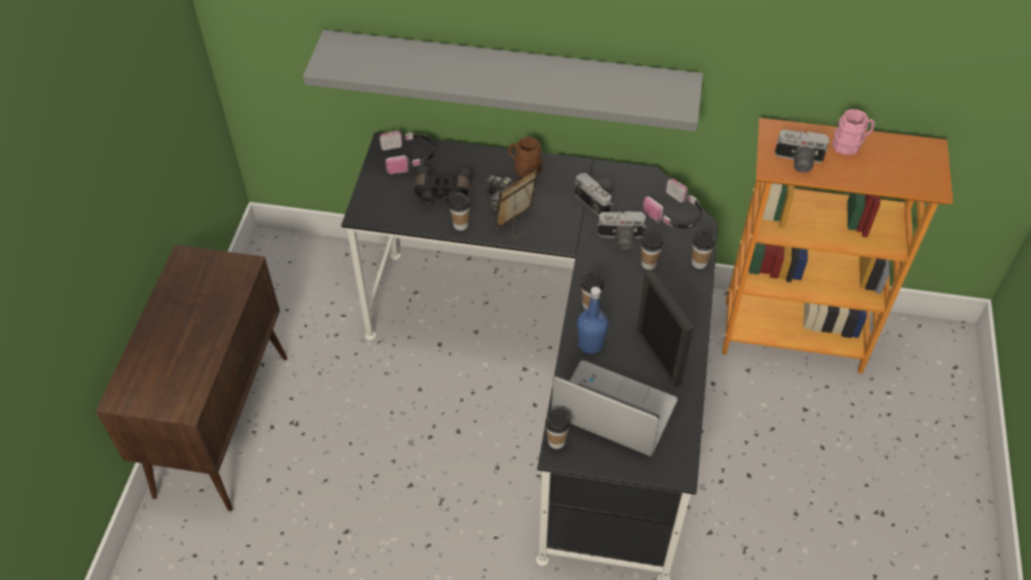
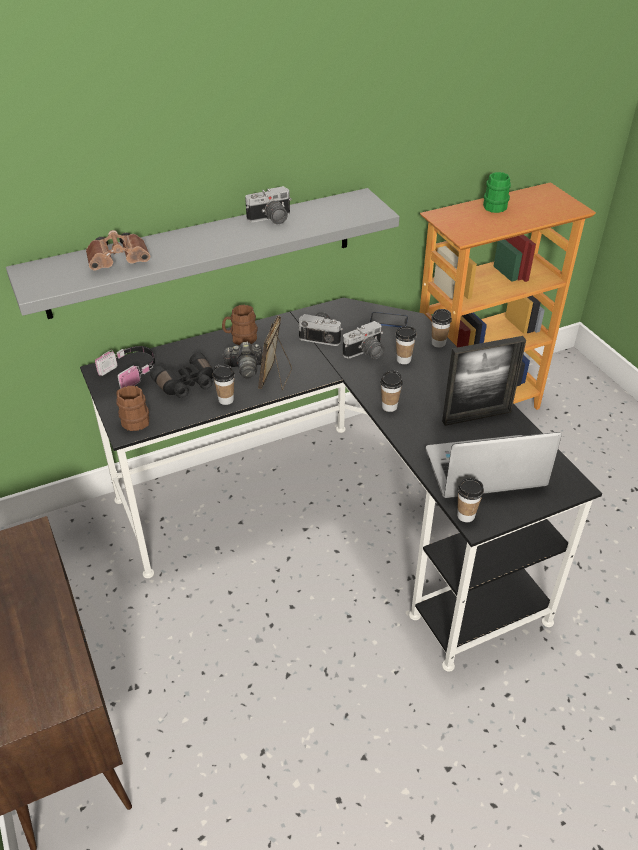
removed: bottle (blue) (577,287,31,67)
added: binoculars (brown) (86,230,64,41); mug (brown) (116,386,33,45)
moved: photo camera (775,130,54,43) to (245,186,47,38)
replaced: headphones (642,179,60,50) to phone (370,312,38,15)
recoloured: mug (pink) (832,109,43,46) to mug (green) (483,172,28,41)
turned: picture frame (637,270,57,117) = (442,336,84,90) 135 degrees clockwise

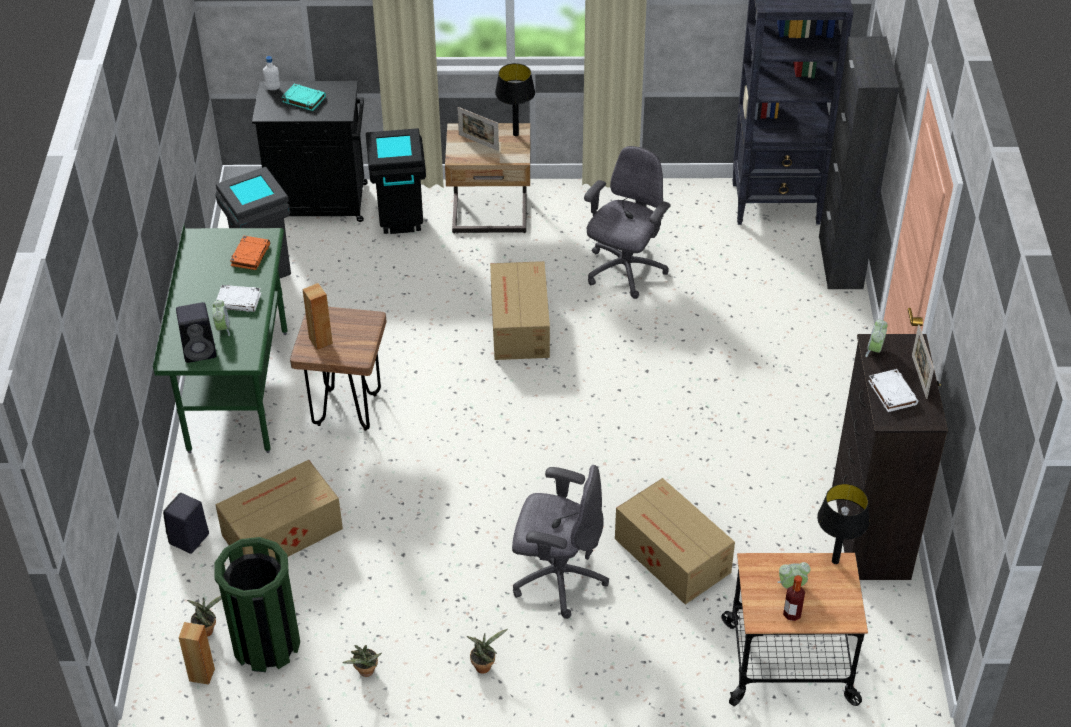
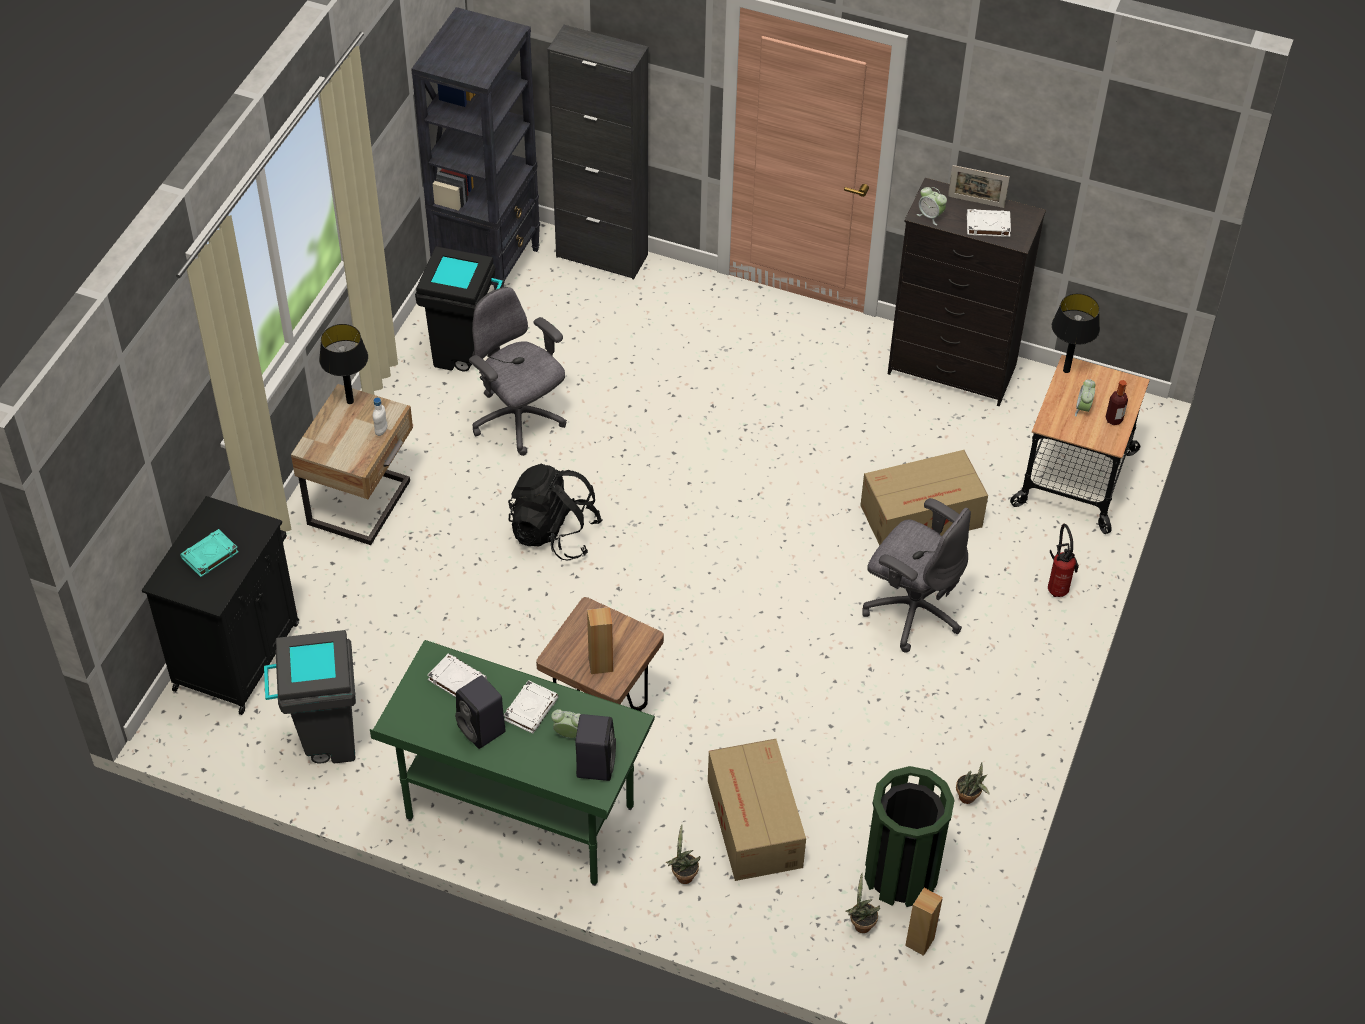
removed: picture frame (458,107,41,44)
added: fire extinguisher (1048,524,31,73)
moved: bottle (white) (263,56,18,34) to (373,398,14,38); trash can (black) (366,128,60,106) to (415,246,88,125); speaker (black) (163,493,46,61) to (455,675,51,74); potted plant (466,629,42,45) to (665,824,35,60)
replaced: cardboard box (490,261,60,99) to backpack (black) (508,464,95,96)
recoloured: book (orange) (230,236,40,34) to book (white) (427,653,60,44)
turned: office chair (grey) (512,465,97,154) = (862,498,109,155) 90 degrees clockwise

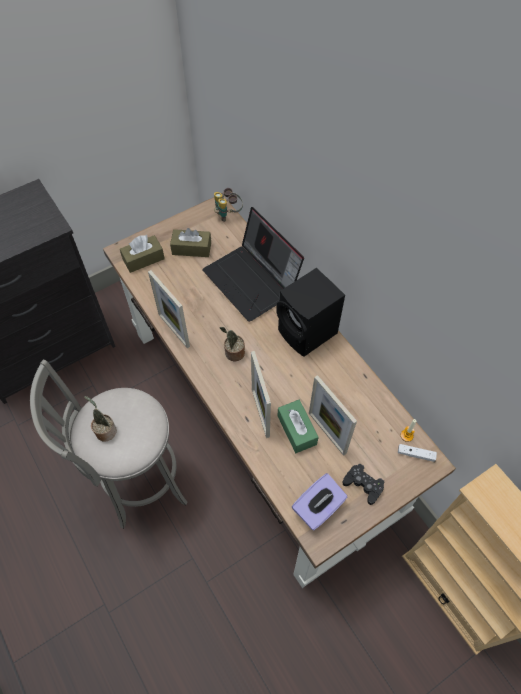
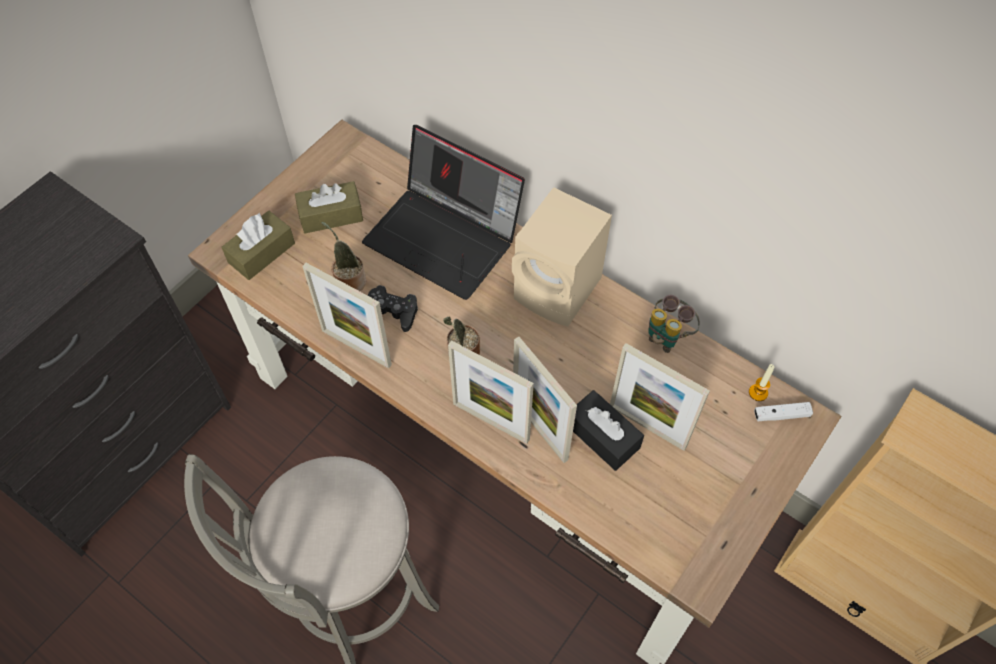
removed: tissue box (purple) (292,473,55,57)
added: picture frame (448,340,86,104)
moved: potted plant (84,396,33,46) to (321,222,45,69); game controller (black) (342,464,43,41) to (368,285,50,47); binoculars (214,188,29,34) to (648,295,52,58)
recoloured: speaker (black) (276,268,69,89) to speaker (beige) (512,187,100,139); tissue box (green) (277,400,42,53) to tissue box (black) (573,390,71,81)

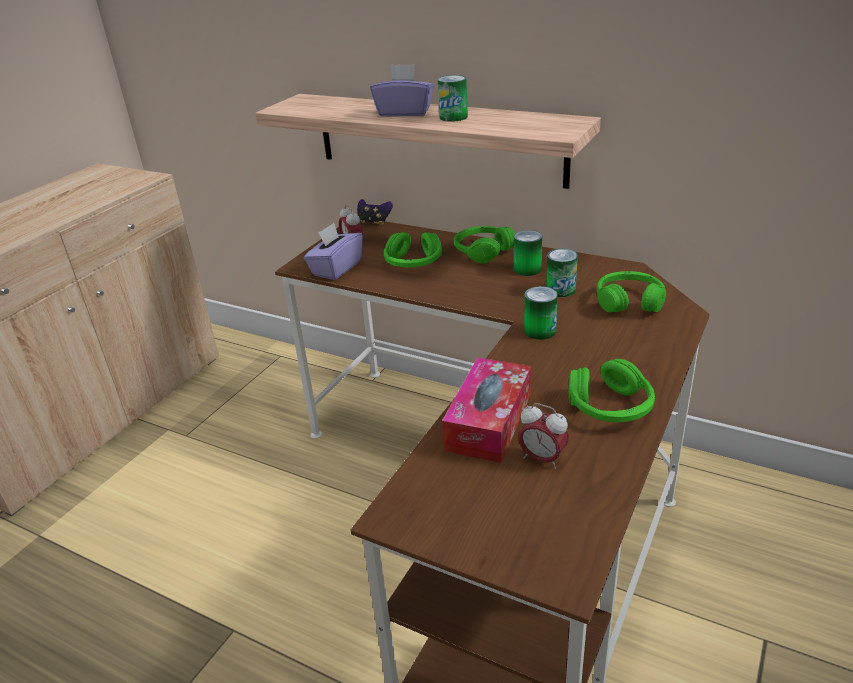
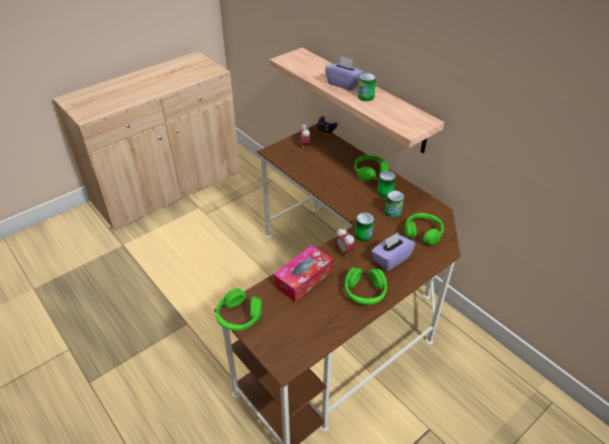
moved: headphones (green) (384,233,58,34) to (216,288,46,43); alarm clock (518,403,51,66) to (335,228,20,30); tissue box (purple) (304,223,59,57) to (371,233,44,38)

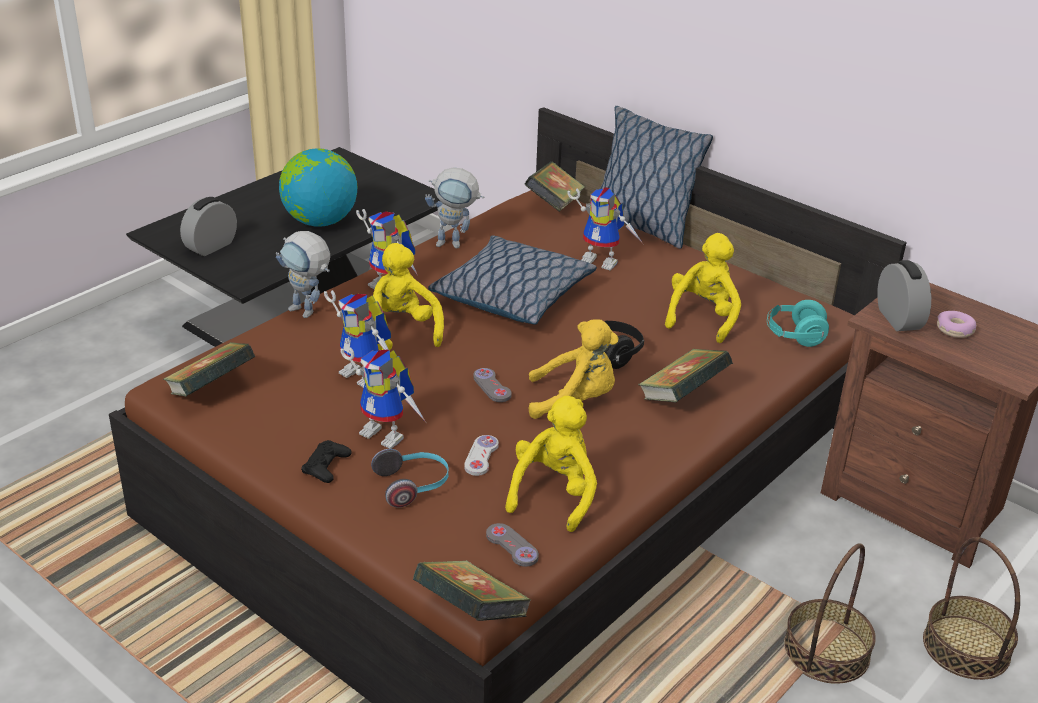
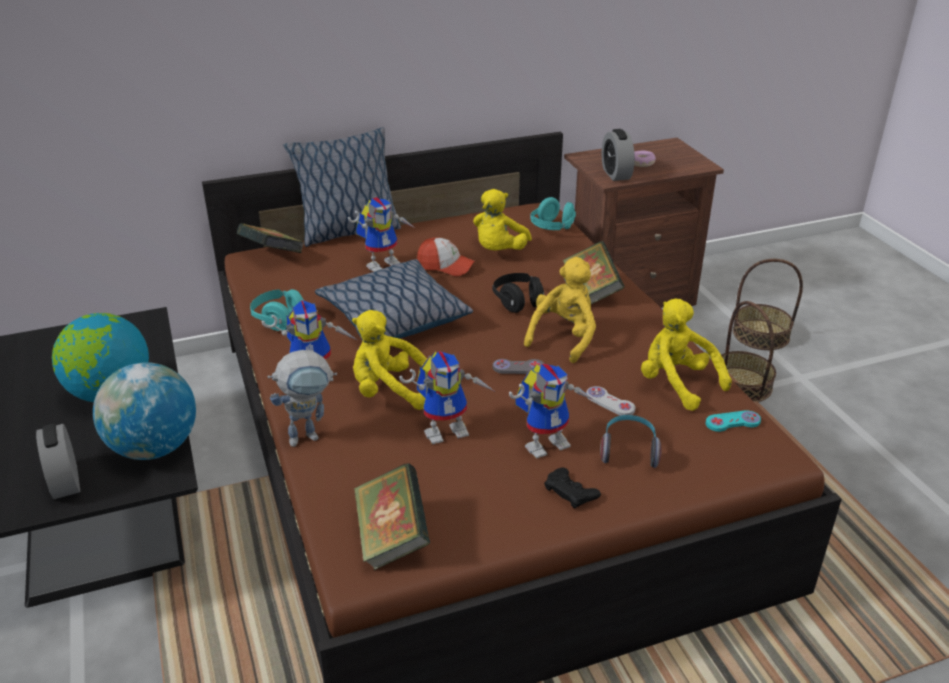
removed: book (413,560,118,61)
added: globe (93,362,103,98); cap (417,237,58,39)
replaced: toy robot (425,167,59,81) to headphones (turquoise) (250,289,54,42)
recoloured: game controller (grey) (486,523,53,44) to game controller (turquoise) (706,410,55,22)
turned: plush toy (yellow) (665,233,76,110) = (473,189,59,62) 120 degrees counterclockwise; alarm clock (877,260,54,71) = (602,129,33,52) 120 degrees counterclockwise

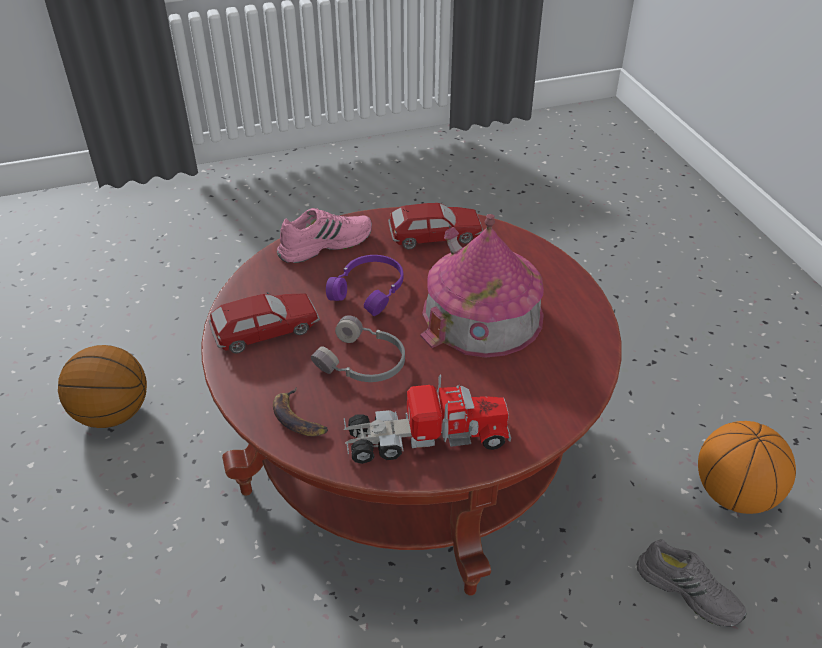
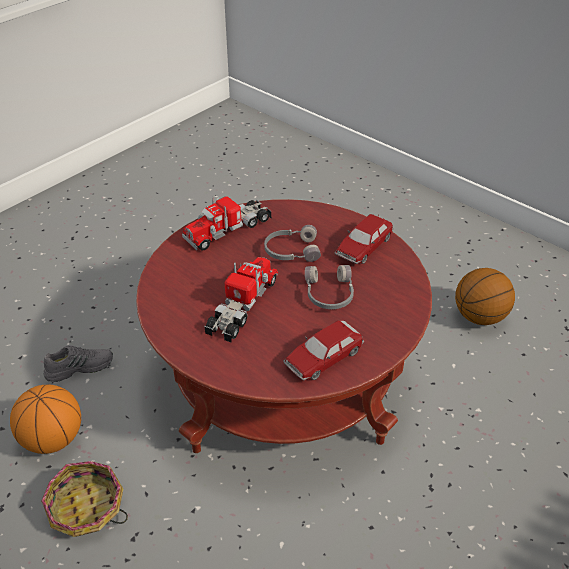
removed: banana (273,388,55,48); shoe (pink) (277,208,95,55)
added: basket (41,461,87,76)
replaced: toy house (420,214,124,144) to toy truck (204,257,74,86)
recoloured: headphones (purple) (326,255,77,61) to headphones (grey) (305,265,49,44)
turned: shoe (grey) (637,540,110,87) = (43,345,70,37) 150 degrees clockwise

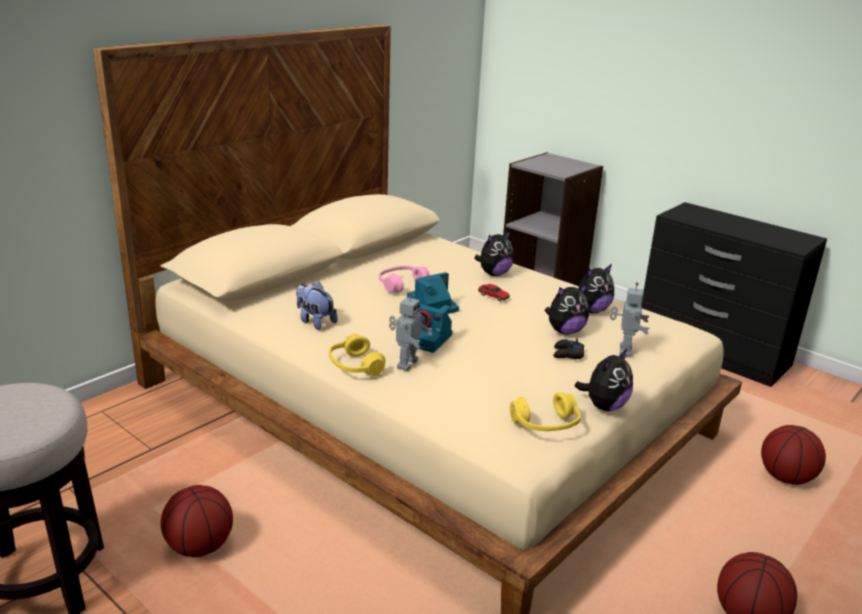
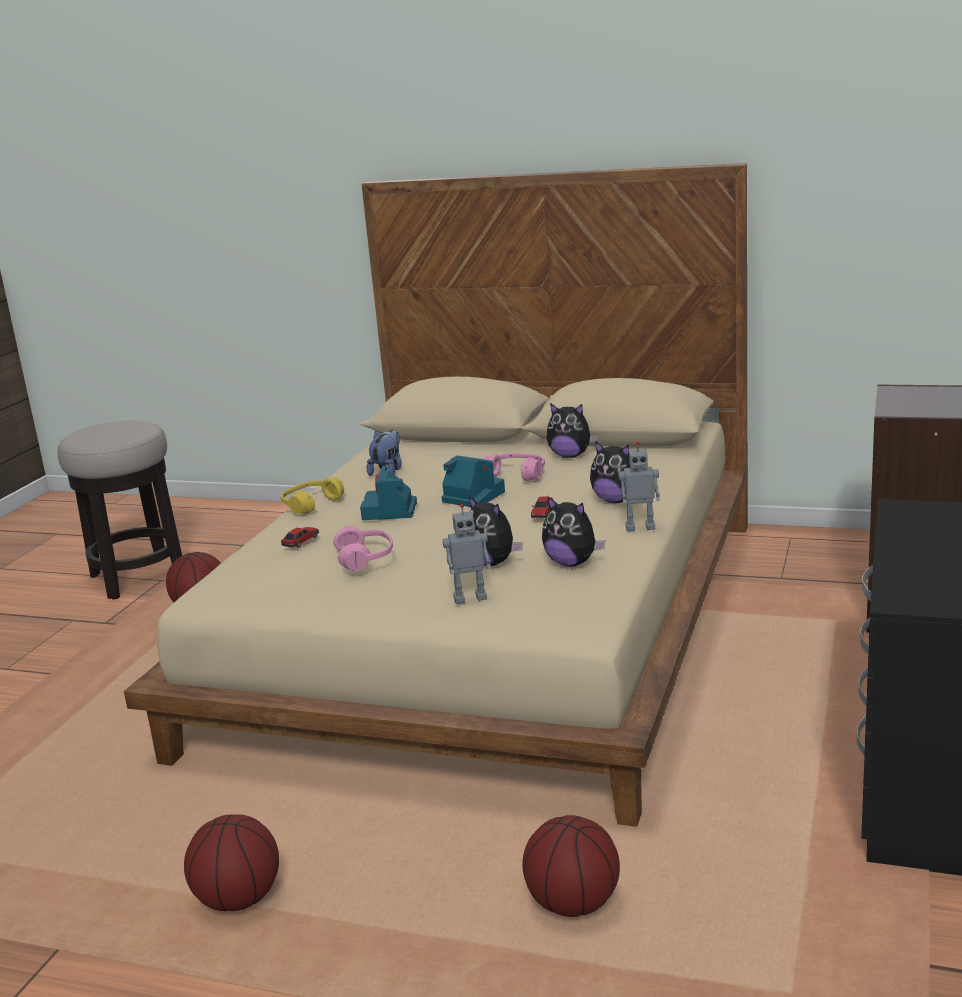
removed: headphones (yellow) (510,392,71,39); game controller (black) (554,339,30,20)
added: toy car (281,527,38,21); headphones (pink) (333,526,60,45)
moved: plush toy (575,348,58,63) to (547,403,50,55); toy robot (389,292,43,79) to (619,441,41,90)

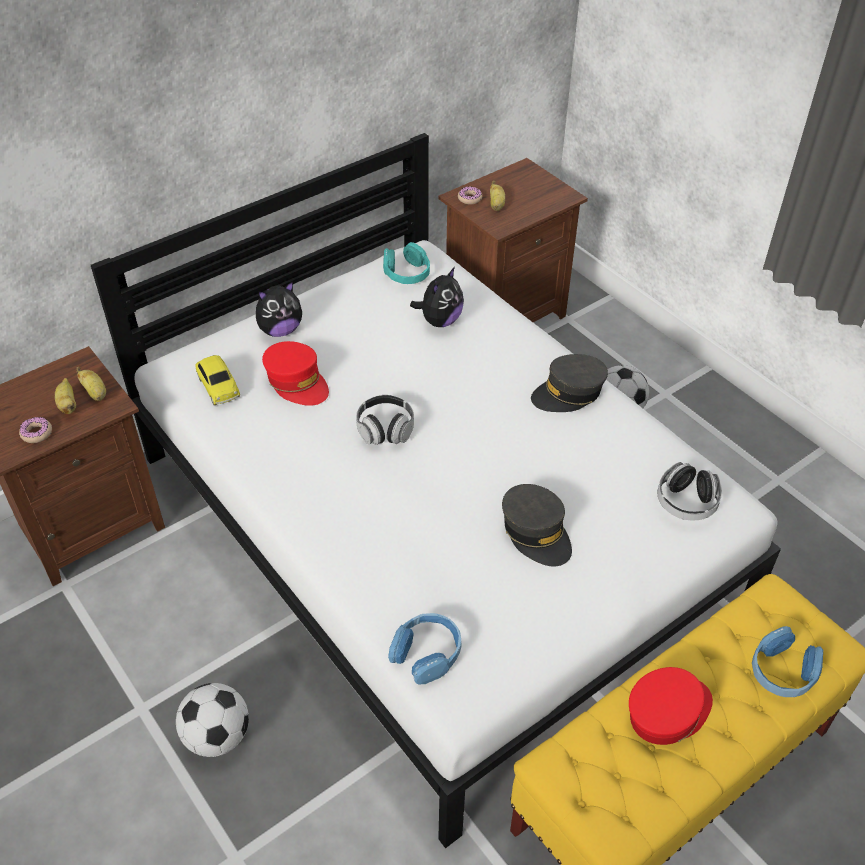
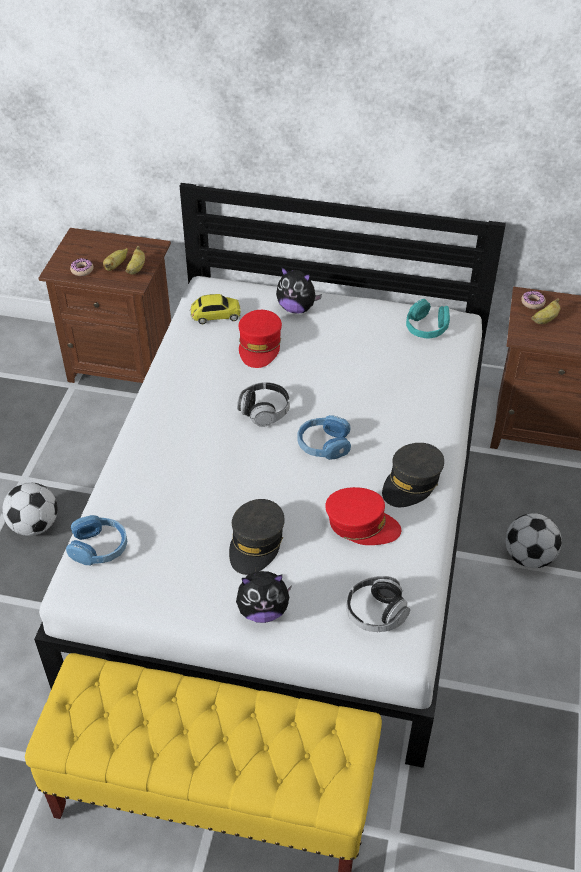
moved: plush toy (410,267,54,60) to (236,571,56,52); headphones (blue) (752,626,71,71) to (298,415,53,45); cap (red) (629,667,84,78) to (325,487,76,58)
turned: toy car (195,355,45,50) = (190,294,51,30) 120 degrees counterclockwise; cap (grey) (531,354,77,58) = (382,443,62,64) 75 degrees counterclockwise

